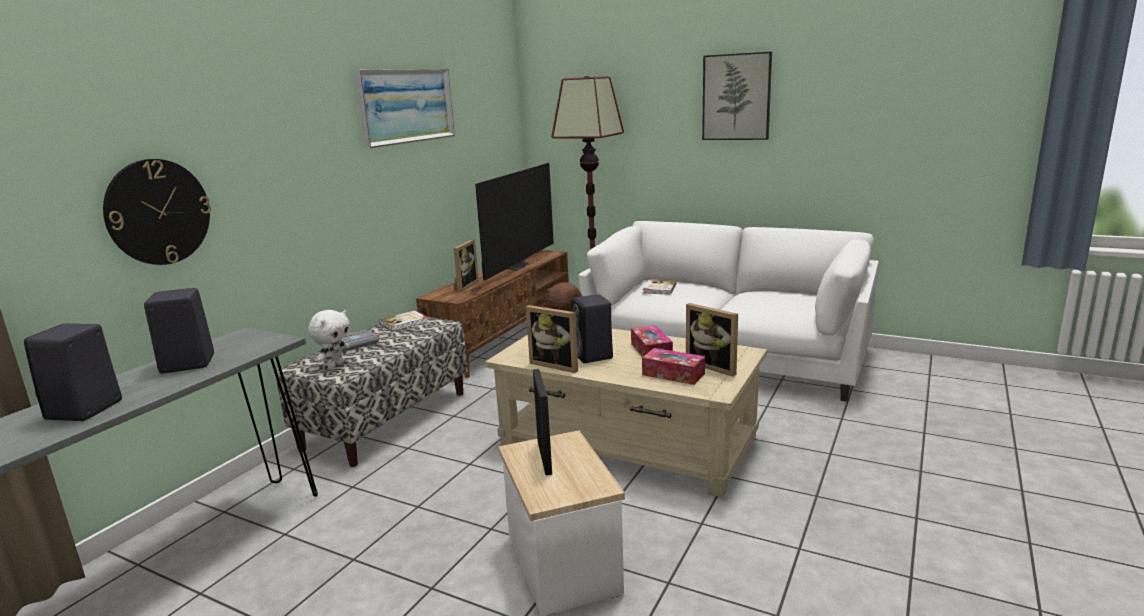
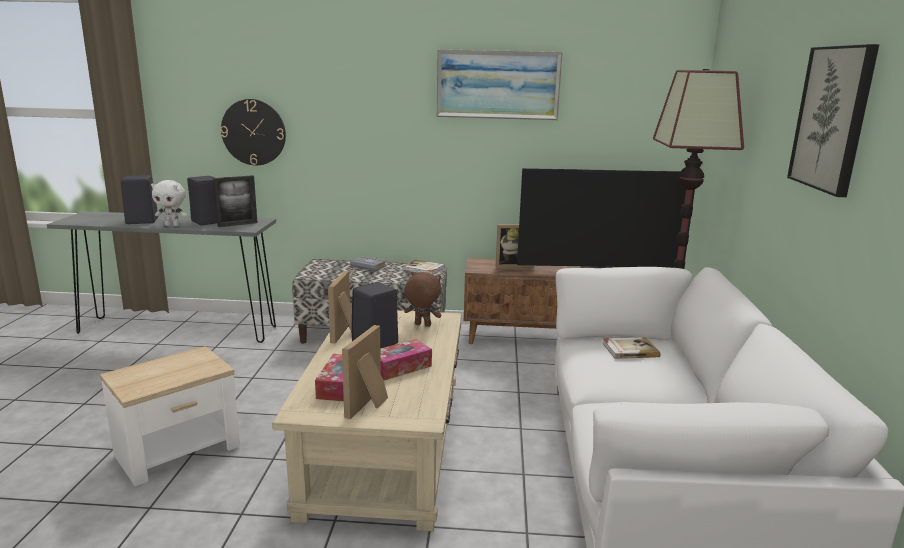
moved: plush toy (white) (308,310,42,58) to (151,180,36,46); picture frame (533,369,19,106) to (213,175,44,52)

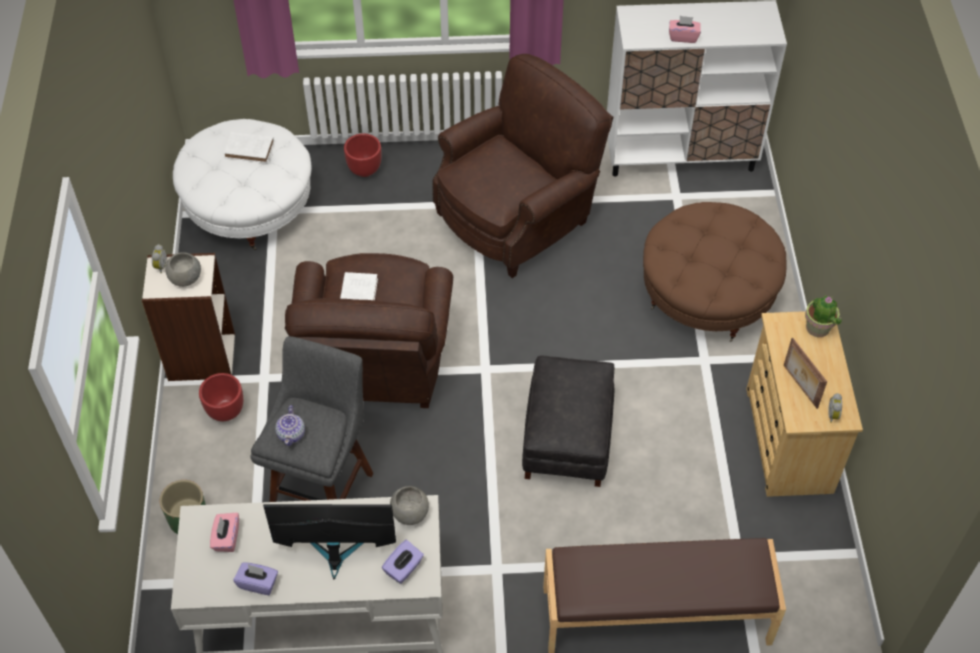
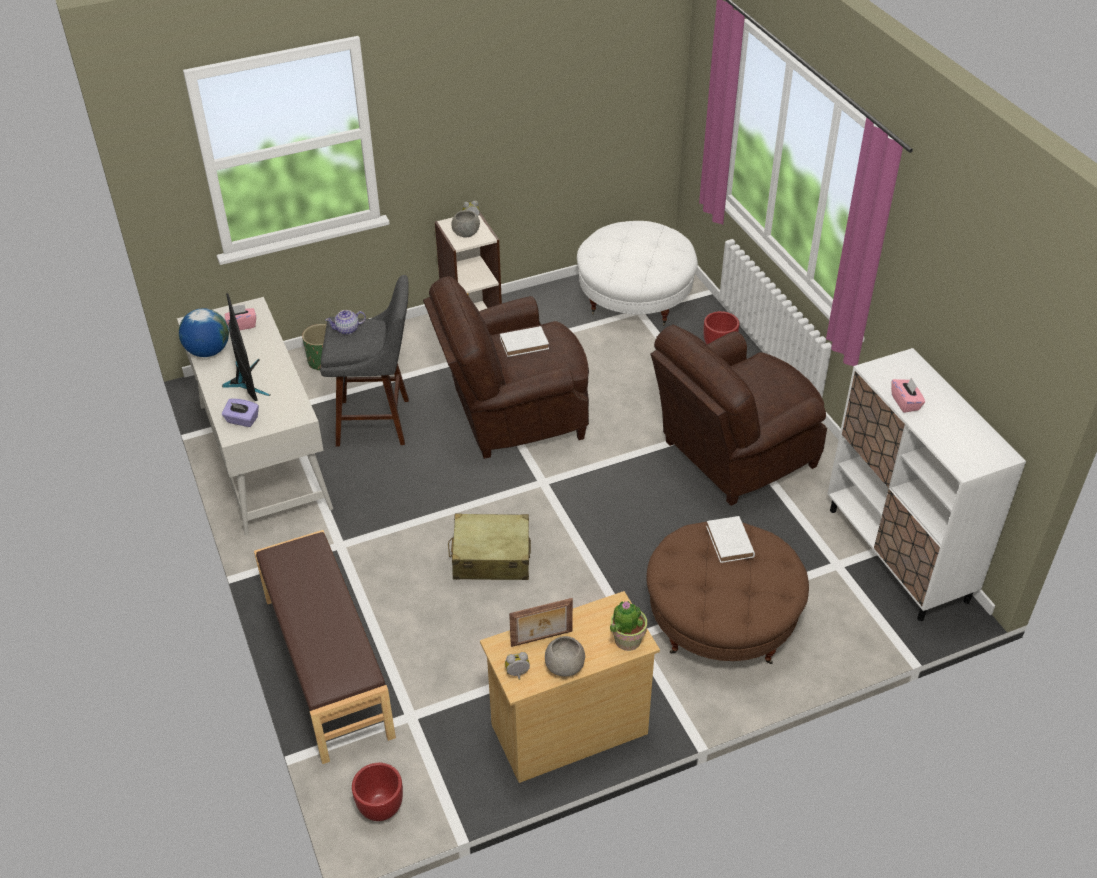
moved: planter (red) (199,373,44,48) to (352,763,51,58); bowl (grey) (390,486,39,39) to (545,636,40,41); book (white) (224,132,50,31) to (706,516,49,47)
replaced: tissue box (purple) (233,562,45,33) to globe (179,308,50,49); ottoman (black) (522,356,92,131) to suitcase (beige) (448,513,83,67)
turned: picture frame (784,338,43,71) = (509,598,64,49) 150 degrees counterclockwise; armchair (brown) (433,54,180,224) = (650,324,177,182) 120 degrees clockwise

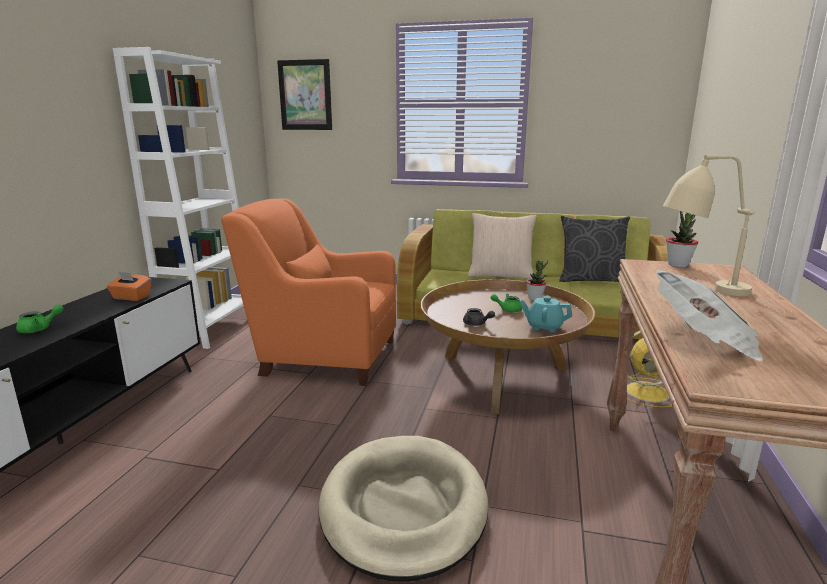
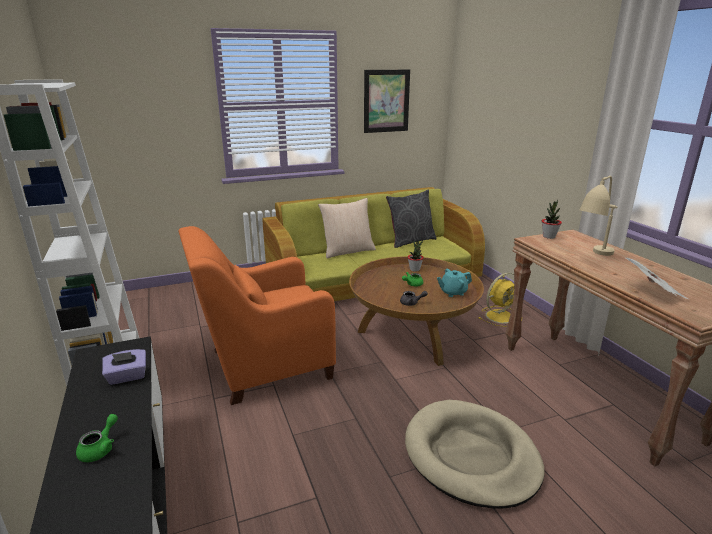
moved: picture (277,59,55,71) to (364,70,46,63)
recoloured: tissue box (orange) (107,272,44,29) to tissue box (purple) (102,349,44,36)

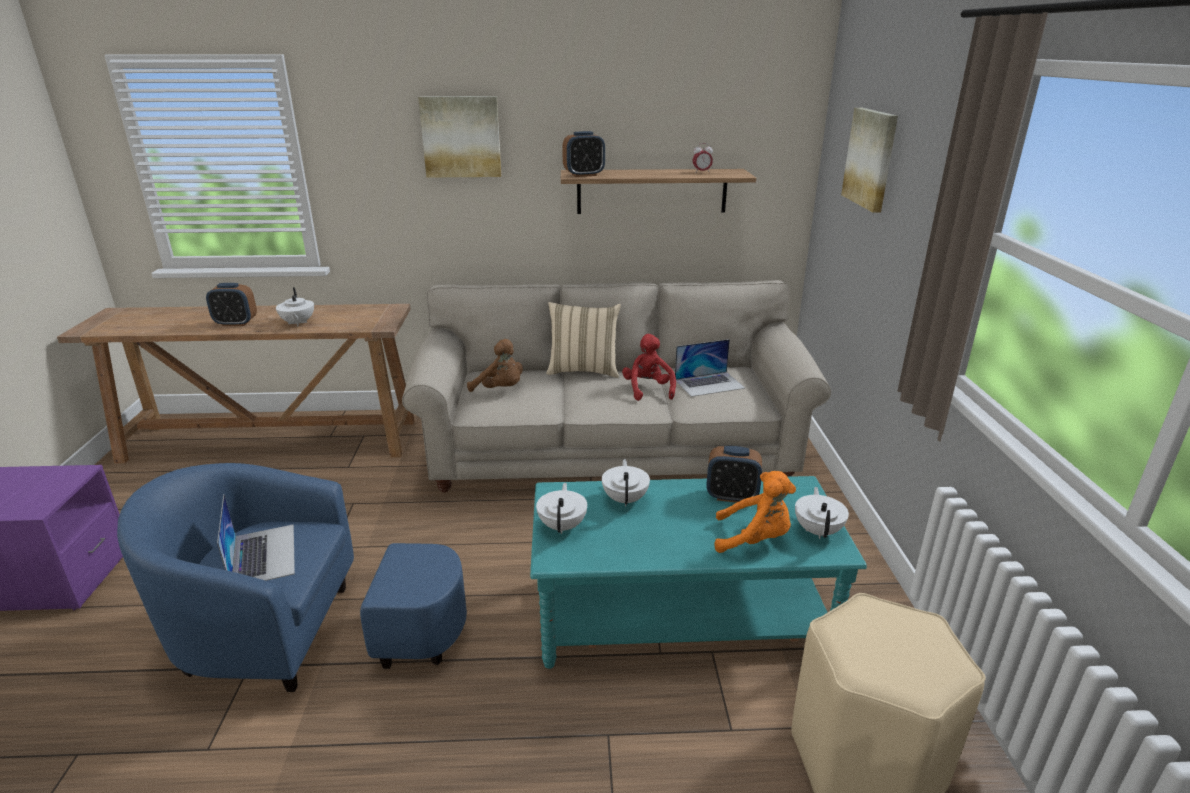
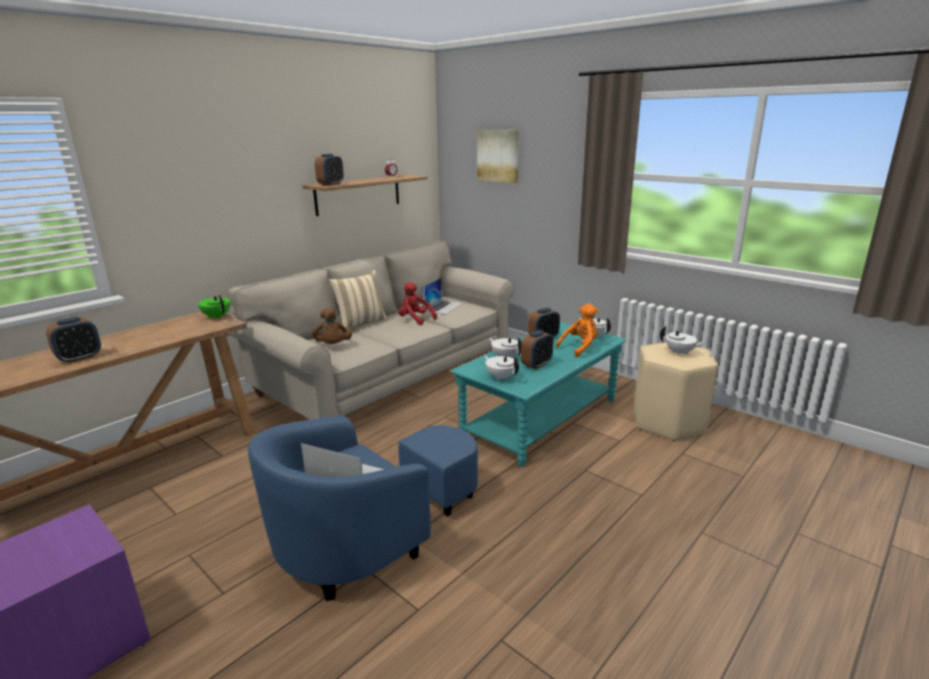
removed: picture (418,96,83,82)
added: teapot (green) (198,295,32,24); alarm clock (521,330,32,40)
moved: teapot (white) (276,287,38,40) to (660,326,46,30)
turned: plush toy (brown) (467,339,56,53) = (312,307,40,37) 90 degrees clockwise

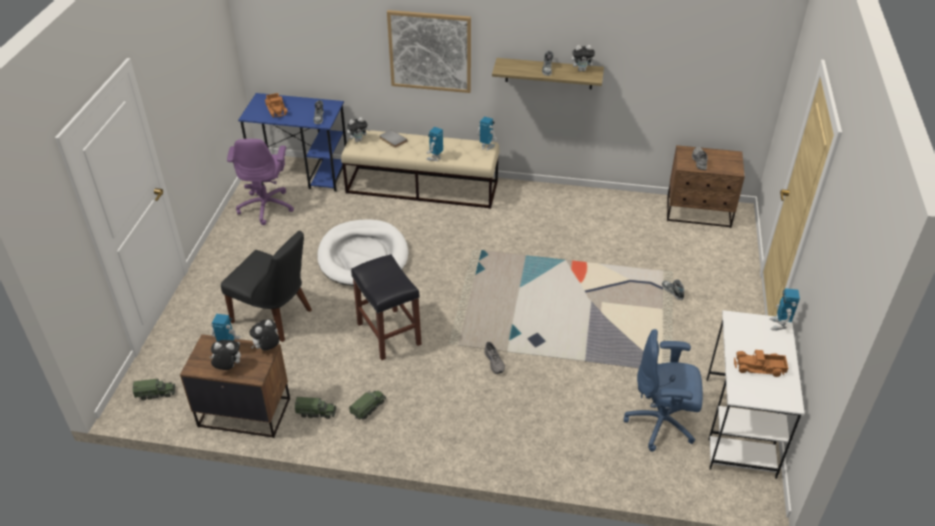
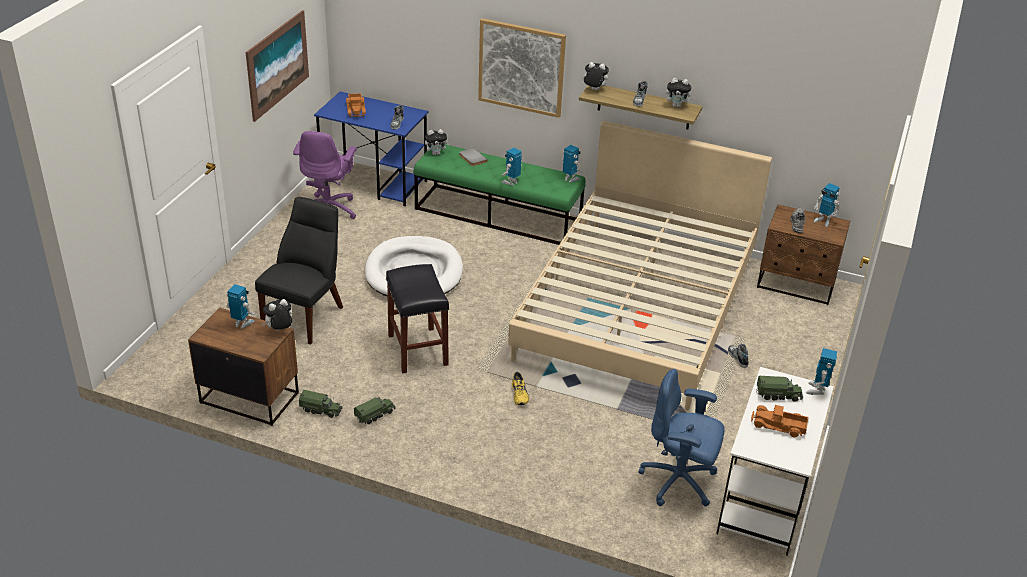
added: picture (246,10,63,112); bed (beige) (508,121,264,289); toy robot (814,183,26,44)
moved: plush toy (210,340,31,30) to (581,62,28,29); toy truck (133,379,42,21) to (756,376,47,26)
recoloured: bench (beige) (341,130,159,79) to bench (green) (413,144,173,101); shoe (grey) (484,342,21,32) to shoe (yellow) (512,372,17,33)
turned: chair (black) (221,231,91,111) = (255,197,88,147) 105 degrees counterclockwise

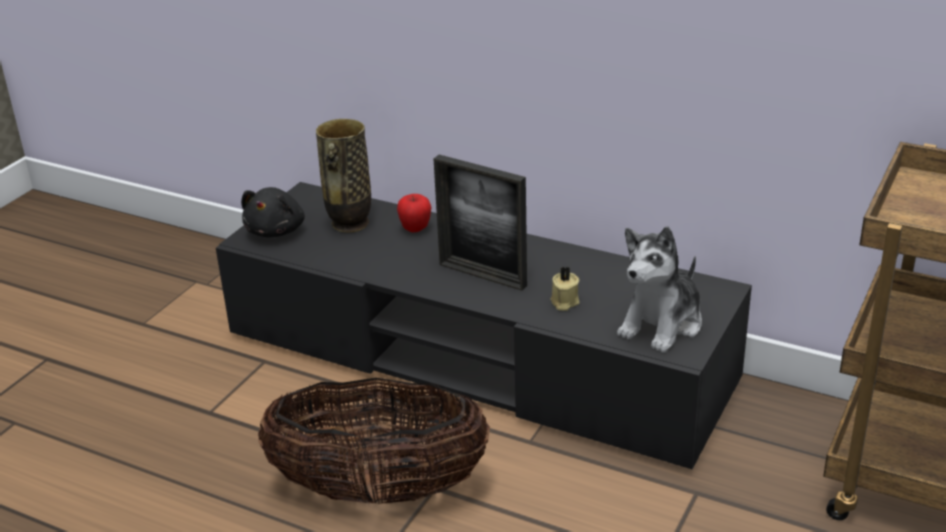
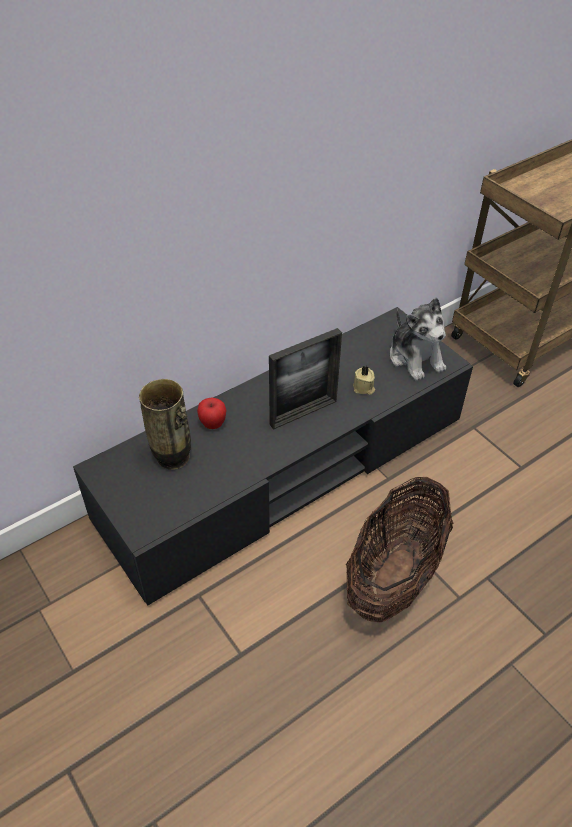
removed: plush toy (black) (241,187,64,50)

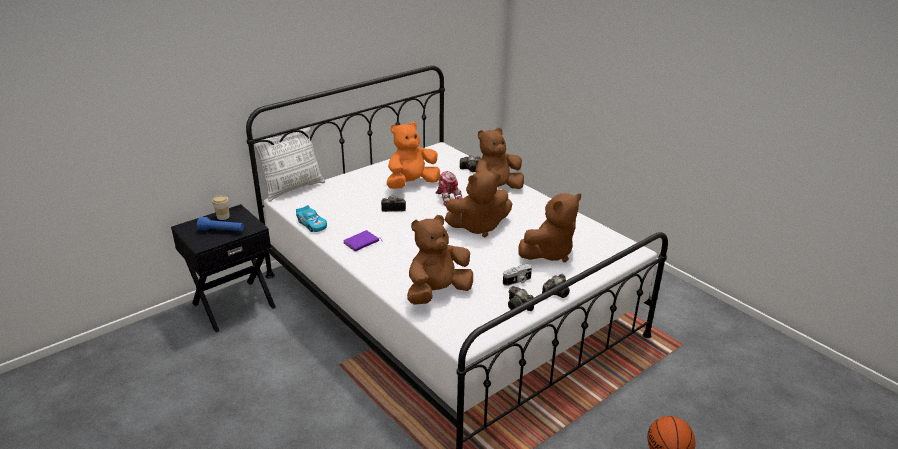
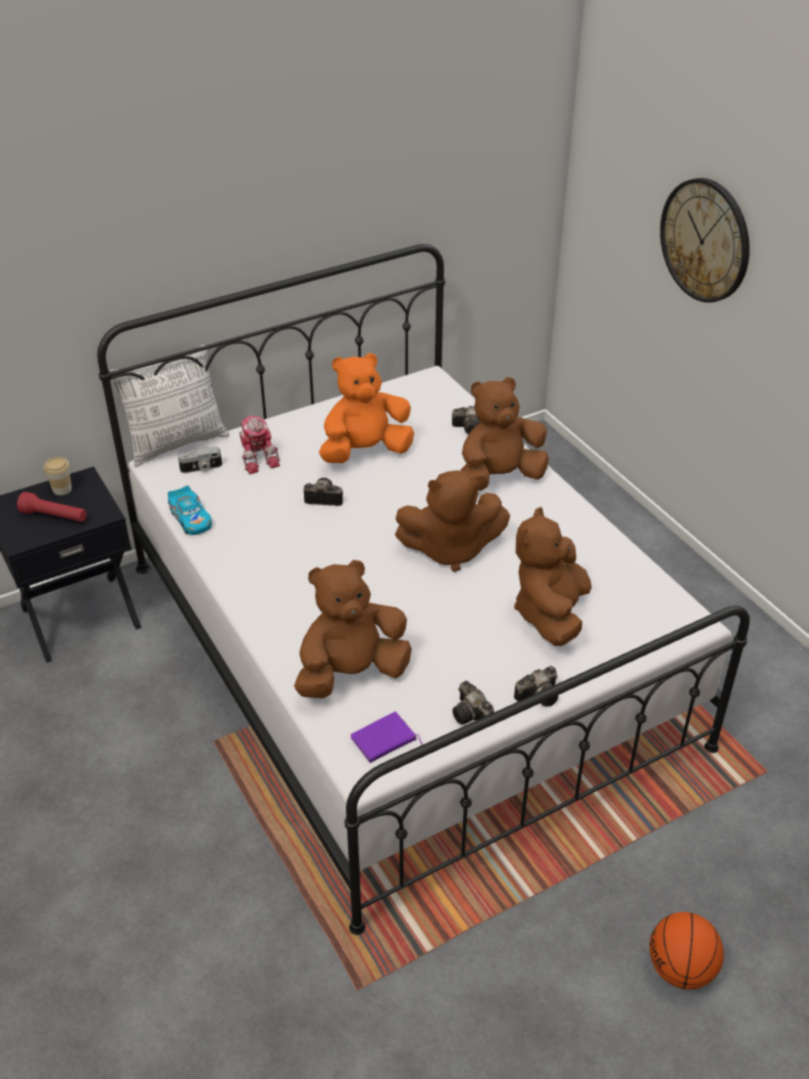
added: wall clock (660,178,90,125)
moved: photo camera (503,264,29,22) to (178,446,44,27); toy robot (435,171,28,35) to (239,416,41,58); book (purple) (343,230,40,21) to (350,711,73,52)
recoloured: flashlight (blue) (197,217,47,14) to flashlight (red) (17,492,70,30)
turned: plush toy (brown) (518,193,63,69) = (514,507,78,139) 135 degrees clockwise

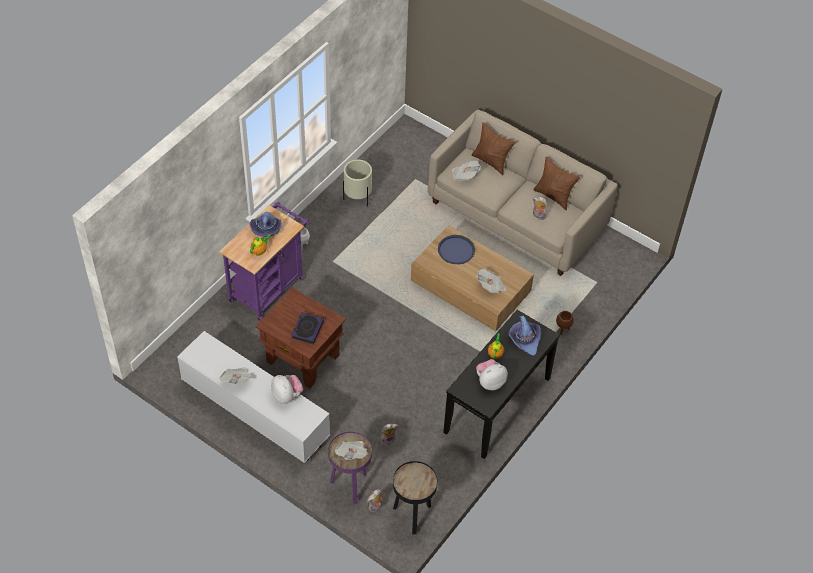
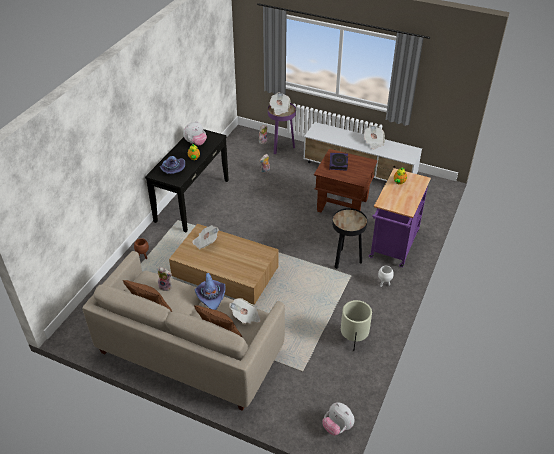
removed: tray (blue) (438,235,37,29)
moved: hat (purple) (249,212,33,25) to (194,273,32,37); plush toy (271,375,32,29) to (322,402,33,33); side table (black) (393,461,44,73) to (332,208,35,61)

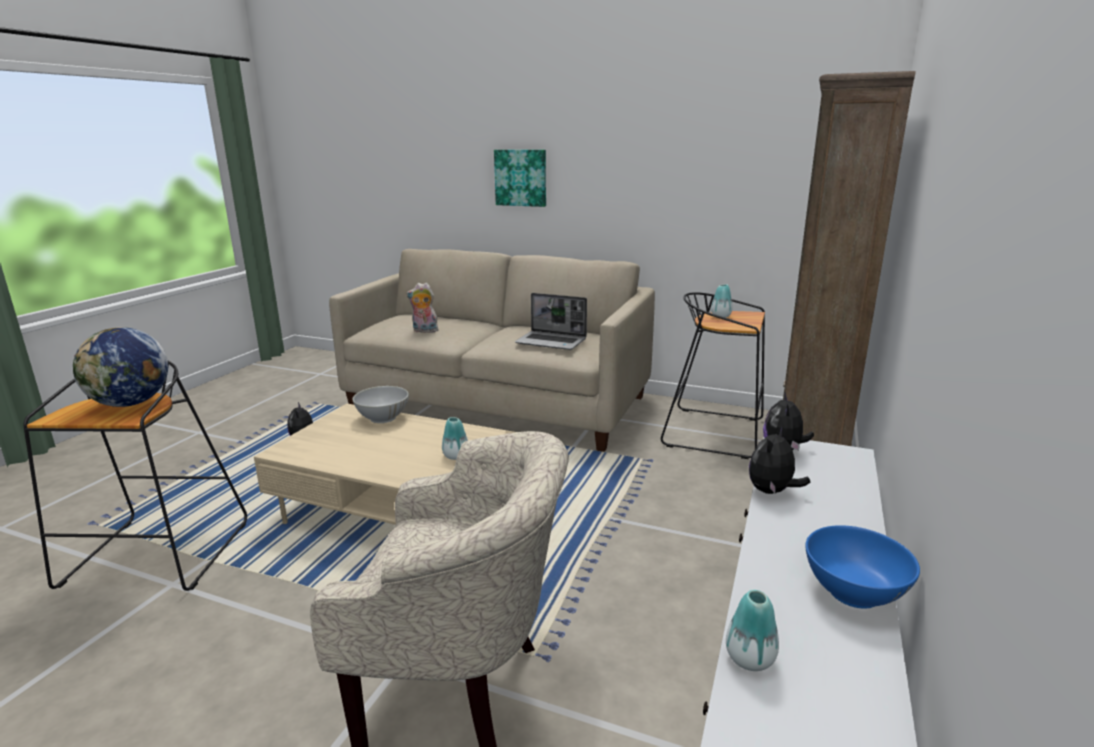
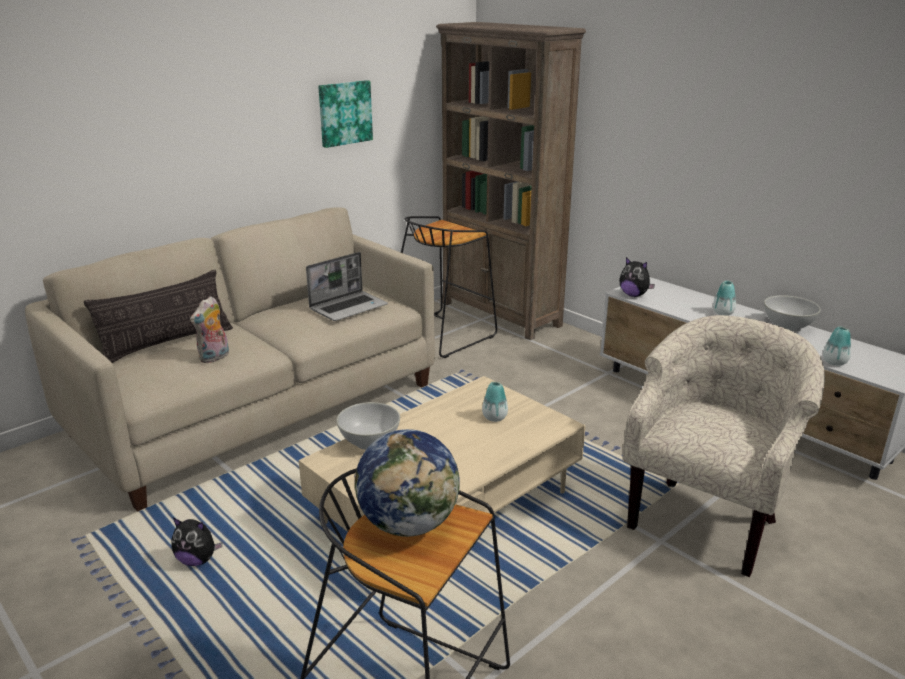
removed: plush toy (749,426,61,68)
added: pillow (84,270,149,93)
moved: picture (494,150,52,57) to (318,80,55,68); vase (711,284,22,34) to (713,281,23,35)
recoloured: bowl (blue) (805,525,115,84) to bowl (white) (764,295,57,37)

